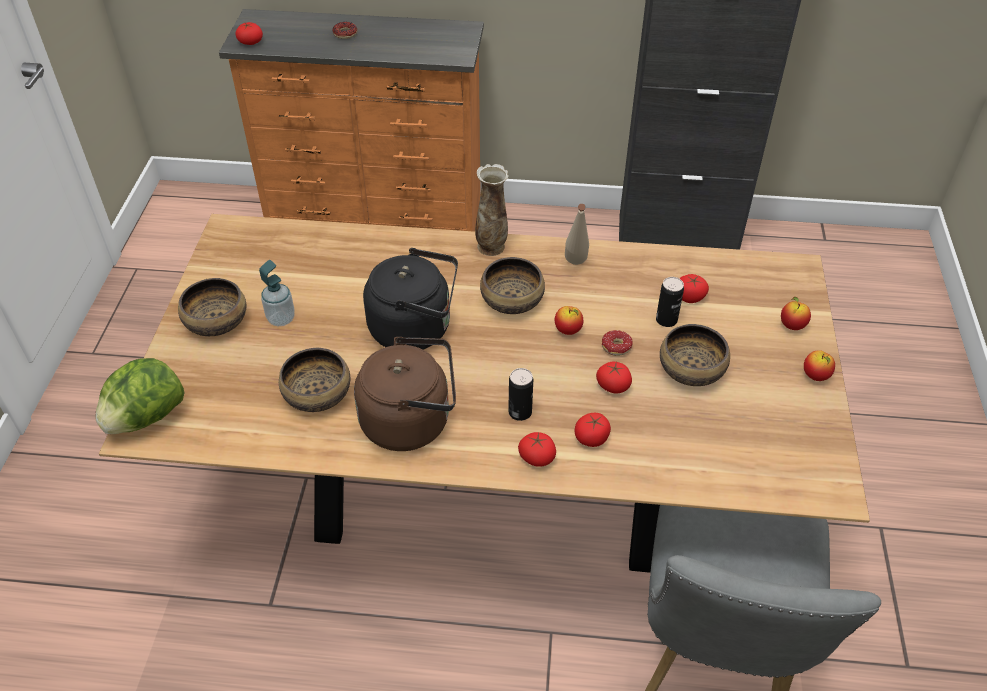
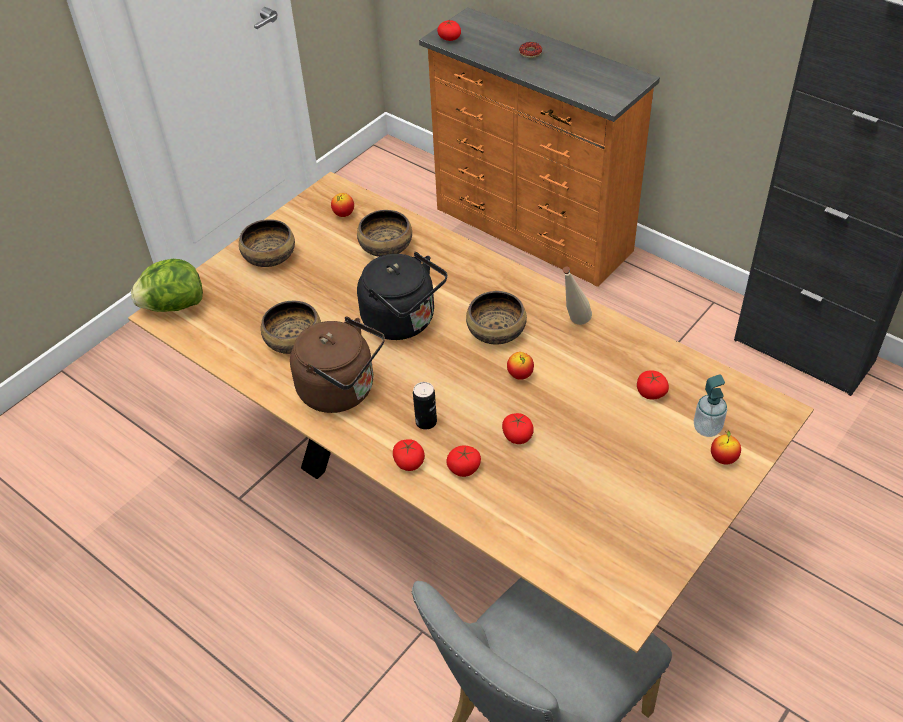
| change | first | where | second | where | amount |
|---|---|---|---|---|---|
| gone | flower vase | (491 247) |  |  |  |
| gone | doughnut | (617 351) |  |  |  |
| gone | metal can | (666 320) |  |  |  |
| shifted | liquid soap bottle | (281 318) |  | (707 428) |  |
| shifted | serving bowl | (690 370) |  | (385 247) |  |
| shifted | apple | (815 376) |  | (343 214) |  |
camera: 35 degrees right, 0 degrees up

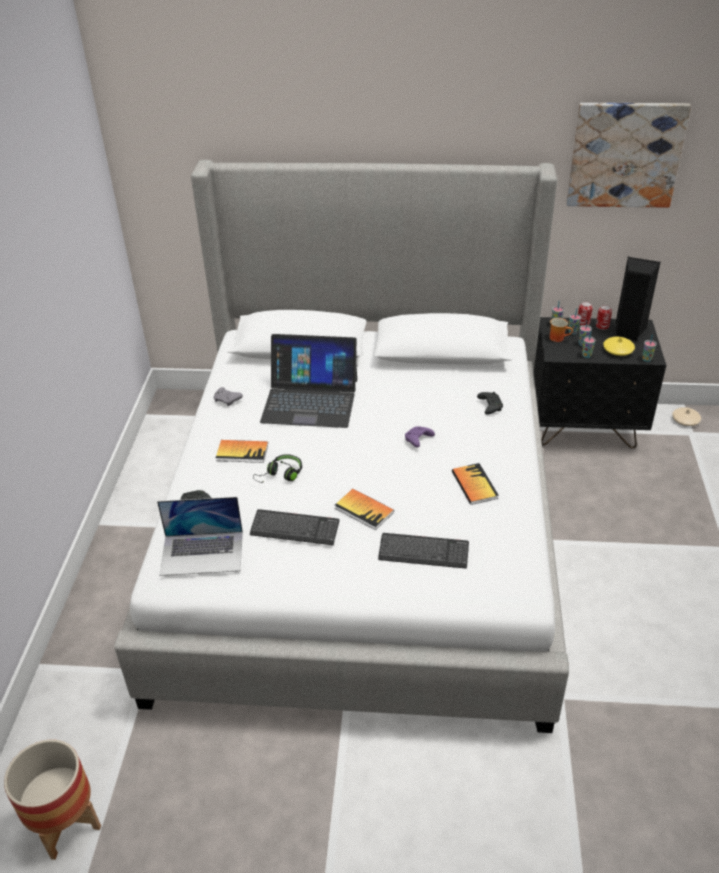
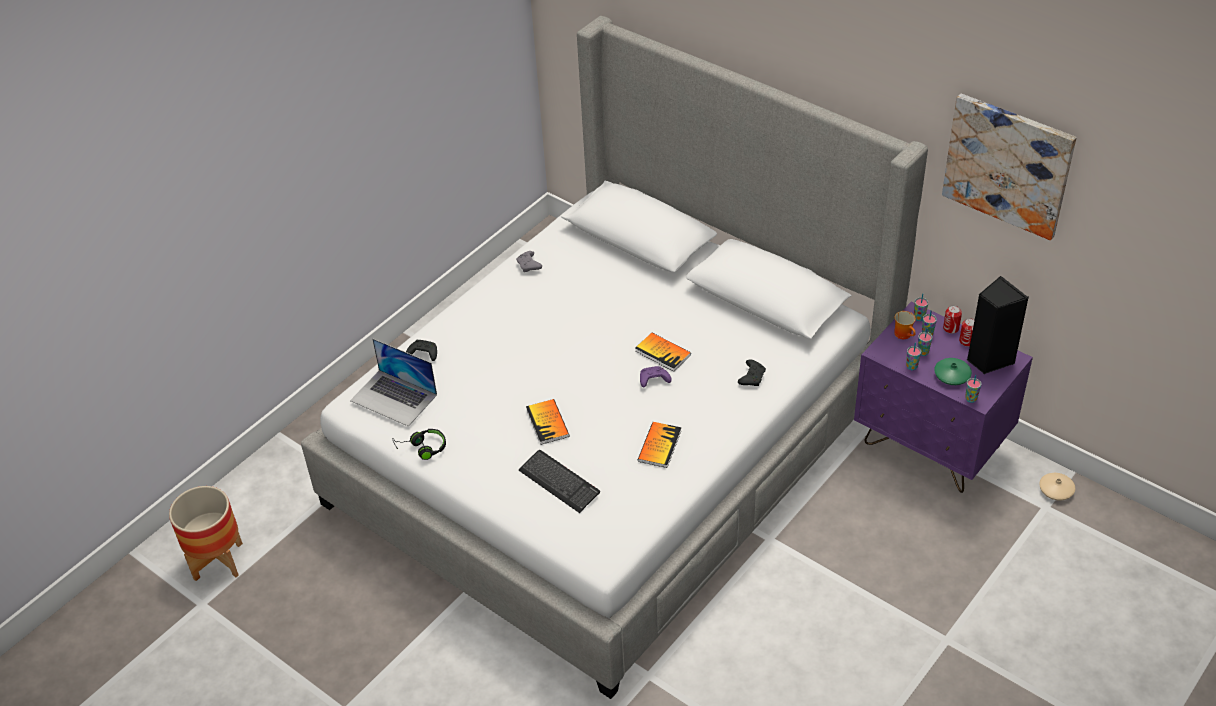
| change | first | where | second | where | amount |
|---|---|---|---|---|---|
| gone | computer keyboard | (295 529) |  |  |  |
| gone | laptop | (310 400) |  |  |  |
| shifted | book | (242 452) |  | (662 353) |  |
| shifted | blackish headphones | (281 475) |  | (422 448) |  |
| repainted | blackish bedside table | (584 428) | purple-coloured bedside table | (932 446) |  |
| repainted | yellowish flower vase | (618 350) | green-coloured flower vase | (952 375) |  |
camera: 35 degrees right, 5 degrees up

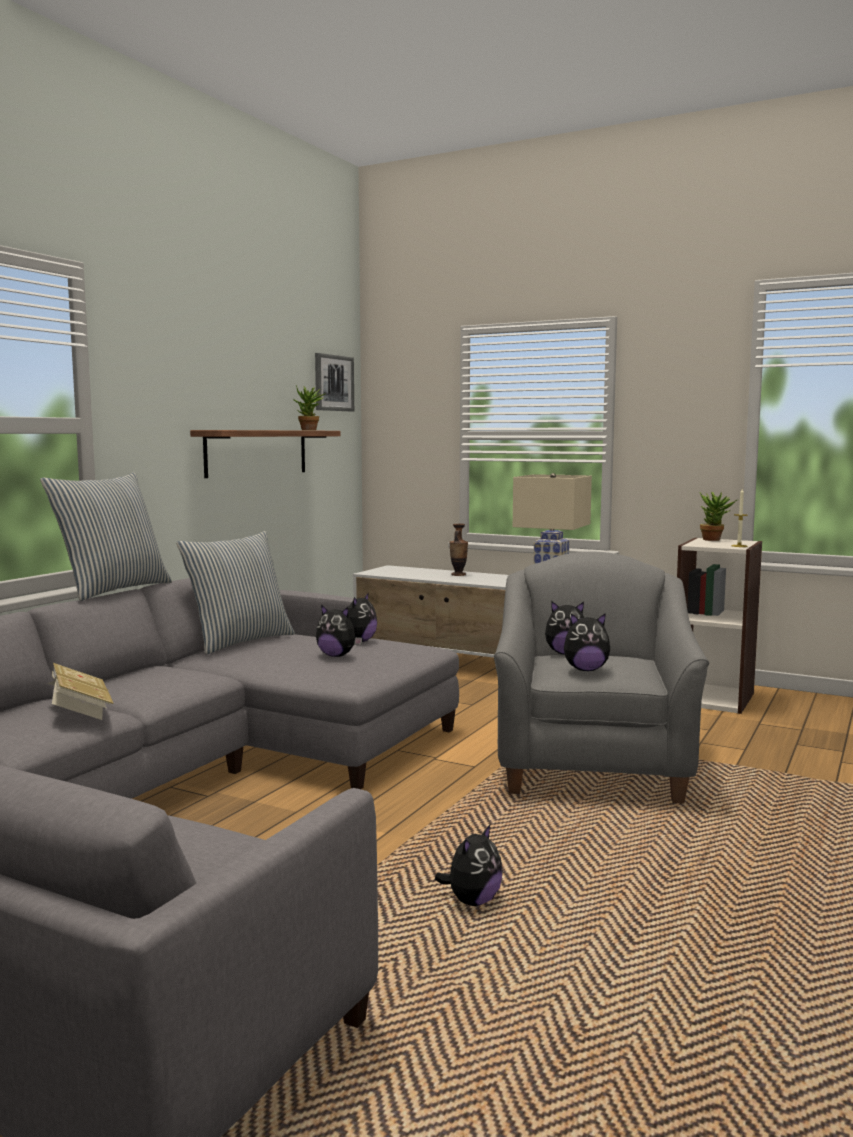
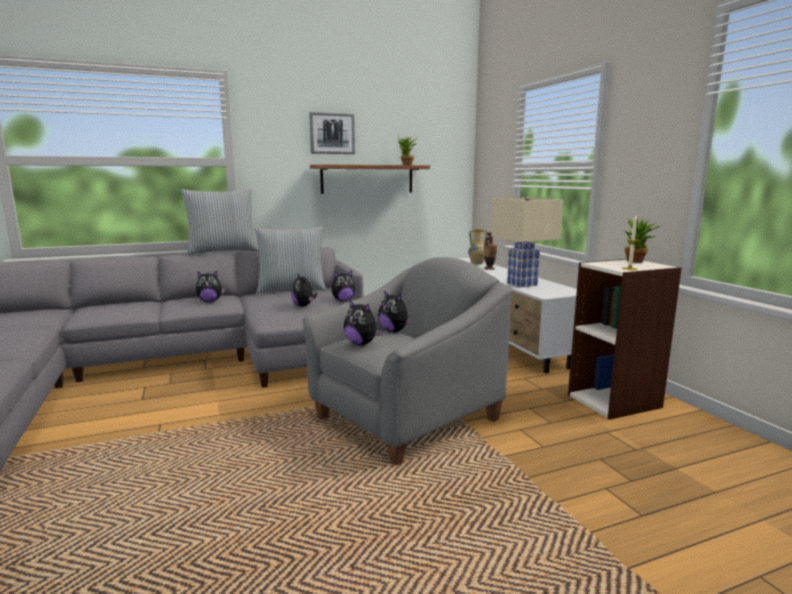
| change | first | where | second | where | amount |
|---|---|---|---|---|---|
| gone | book | (80 711) |  |  |  |
| new |  |  | flower vase | (477 264) |  |
| shifted | picture | (333 383) |  | (332 133) |  |
| shifted | soft toy | (472 901) |  | (210 301) |  |
camera: 40 degrees right, 5 degrees up

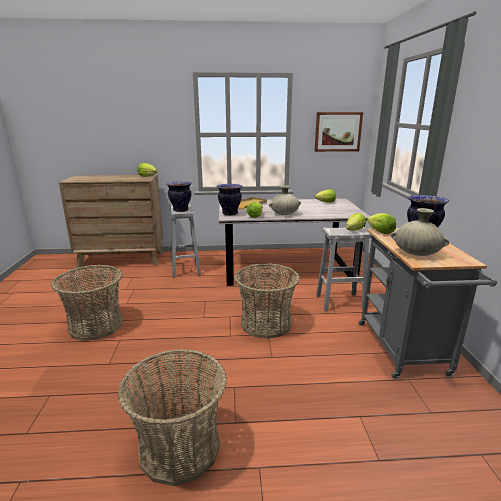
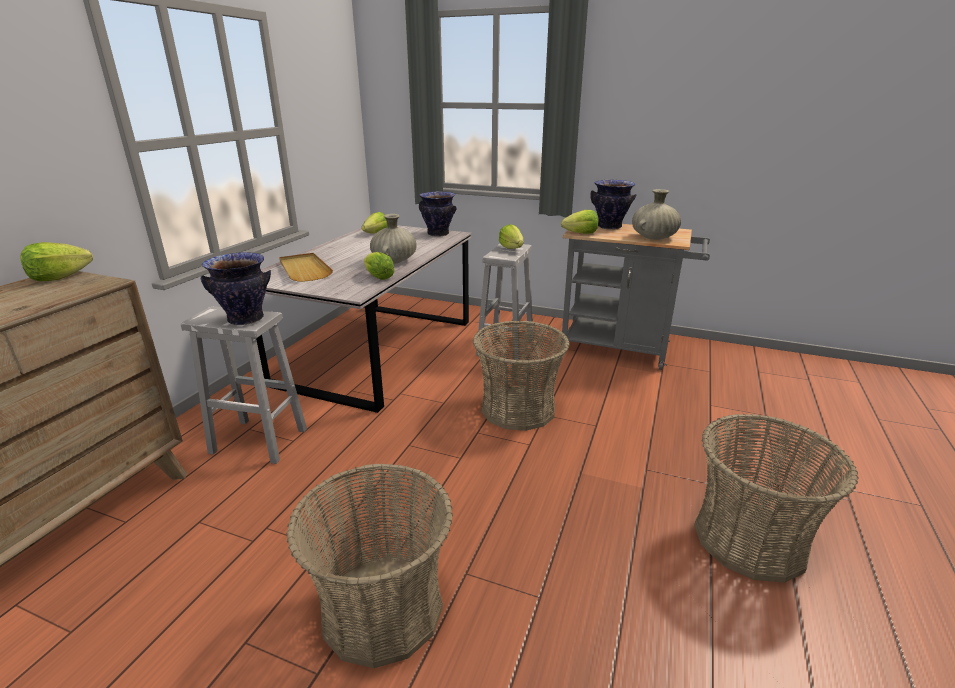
| change | first | where | second | where | amount |
|---|---|---|---|---|---|
| gone | picture | (338 132) |  |  |  |
| shifted | flower vase | (229 213) |  | (438 234) |  |
camera: 65 degrees left, 5 degrees up

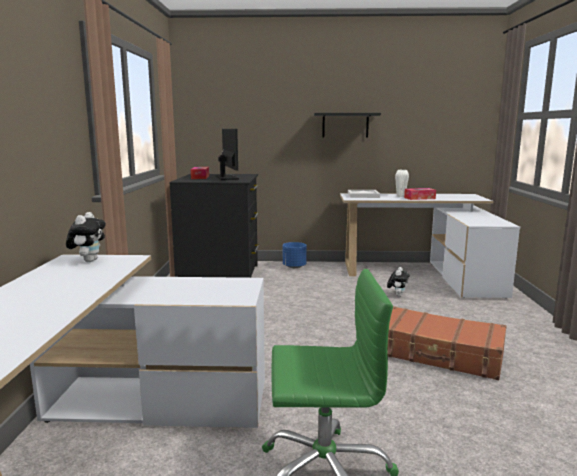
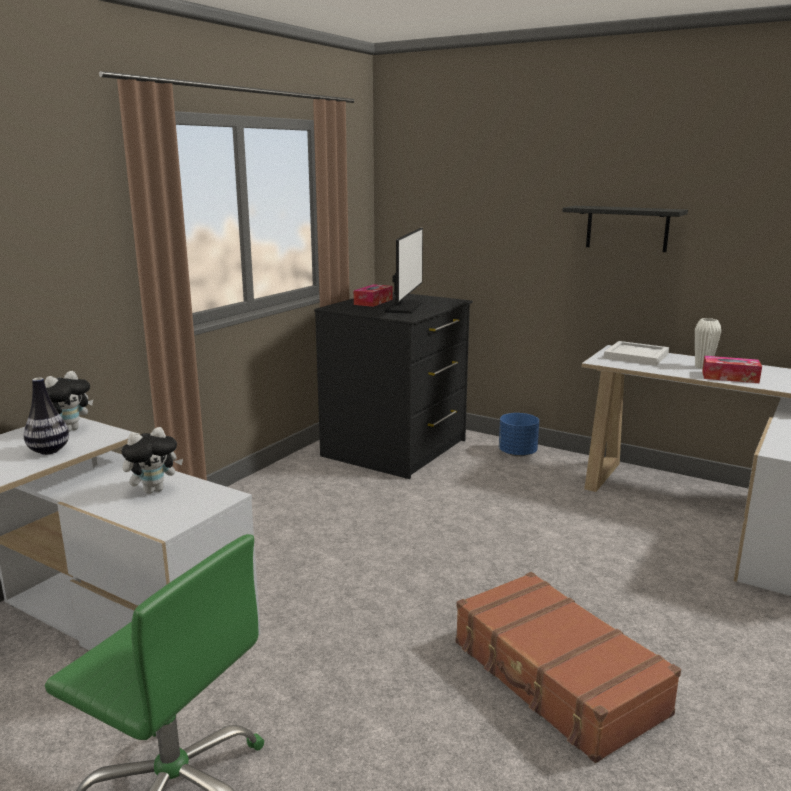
| change | first | where | second | where | amount |
|---|---|---|---|---|---|
| new |  |  | flower vase | (49 451) |  |
| shifted | soft toy | (397 295) |  | (154 490) |  |
camera: 30 degrees right, 5 degrees up

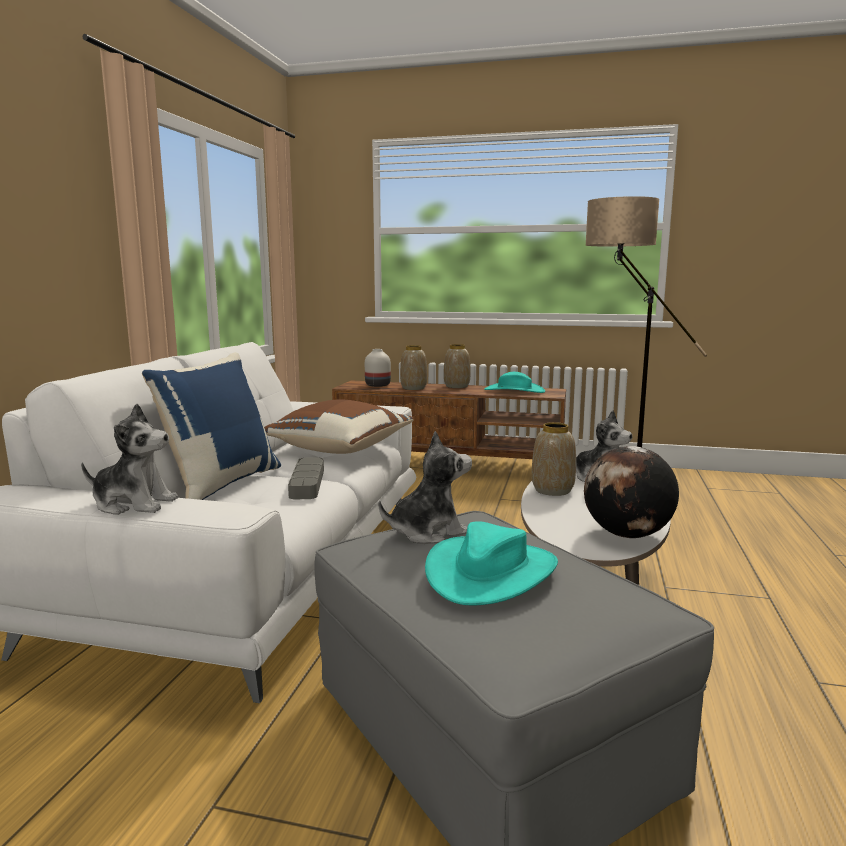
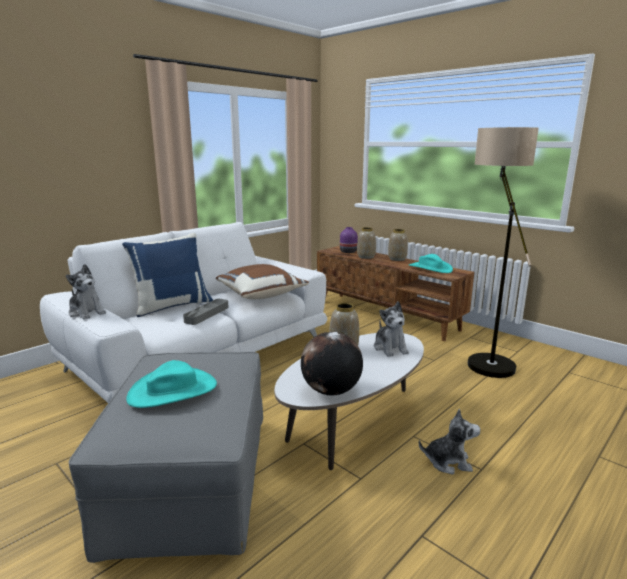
| change | first | where | second | where | amount |
|---|---|---|---|---|---|
| shifted | soft toy | (428 532) |  | (448 462) |  |
| repainted | white flower vase | (377 385) | purple-coloured flower vase | (347 251) |  |
camera: 30 degrees right, 5 degrees up

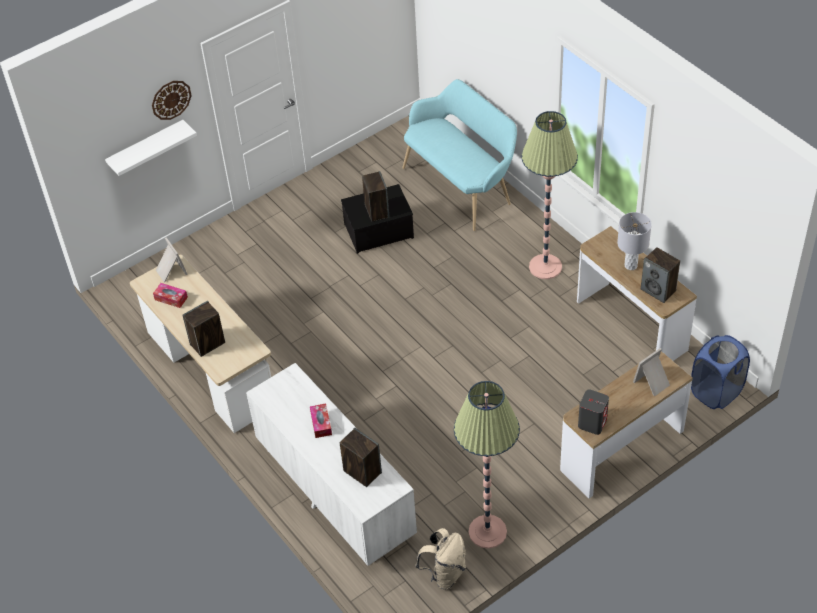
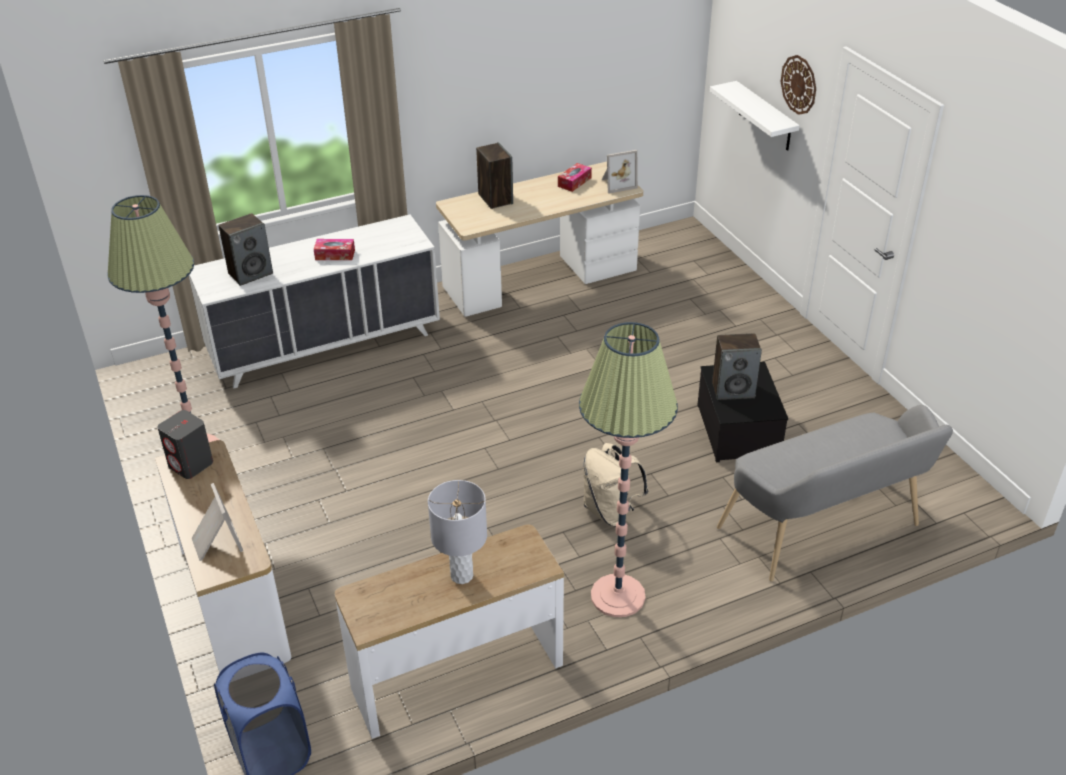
| change | first | where | second | where | amount |
|---|---|---|---|---|---|
| gone | loudspeaker | (658 290) |  |  |  |
| shifted | sand-coloured rucksack | (444 573) |  | (610 511) |  |
| repainted | blue-green long seat | (461 185) | grey long seat | (825 531) |  |
camera: 100 degrees right, 10 degrees down

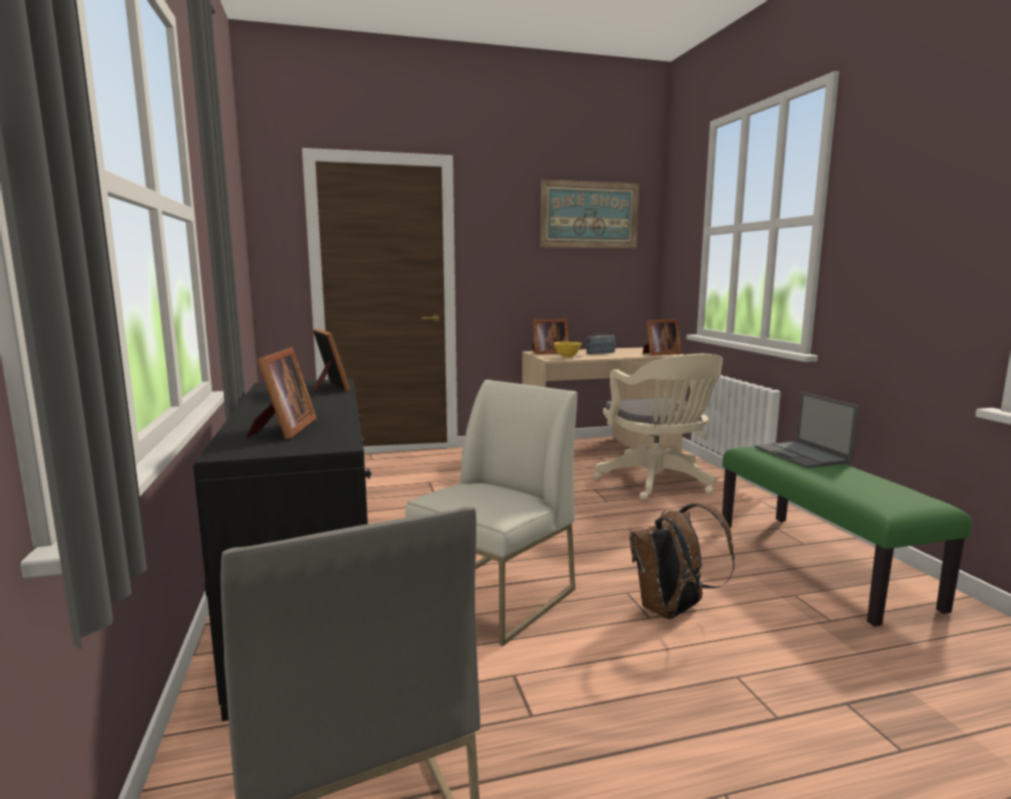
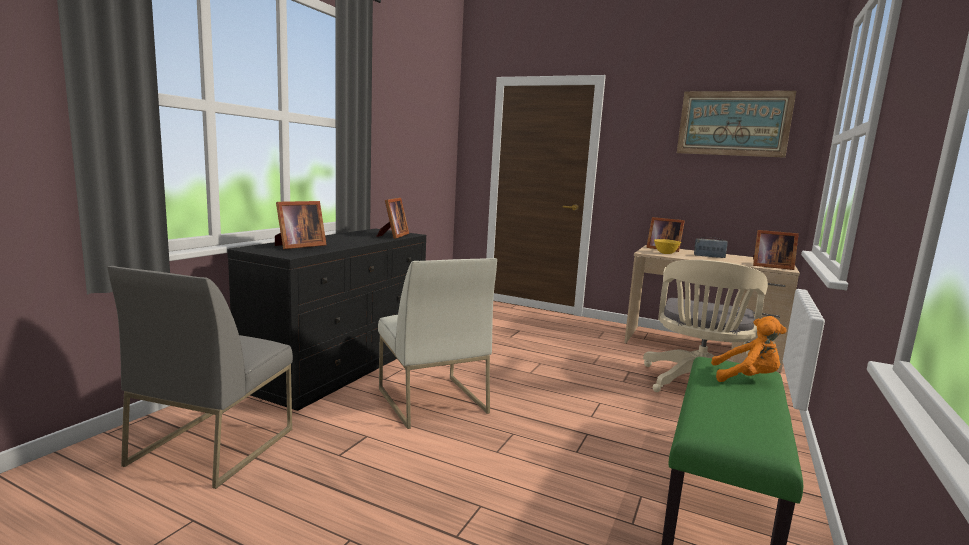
| change | first | where | second | where | amount |
|---|---|---|---|---|---|
| gone | brownish rucksack | (672 611) |  |  |  |
| swapped | laptop | (802 455) | orange soft toy | (747 378) |  |
| rotated | white chair | (495 597) |  | (430 400) | 75 degrees clockwise |
camera: 40 degrees right, 0 degrees up

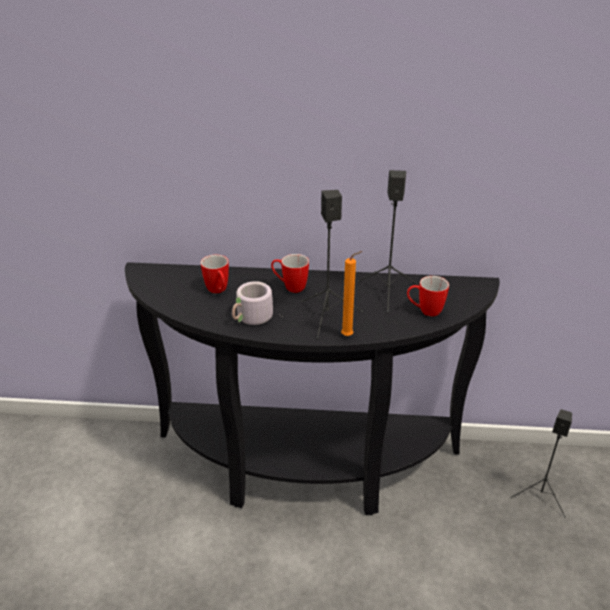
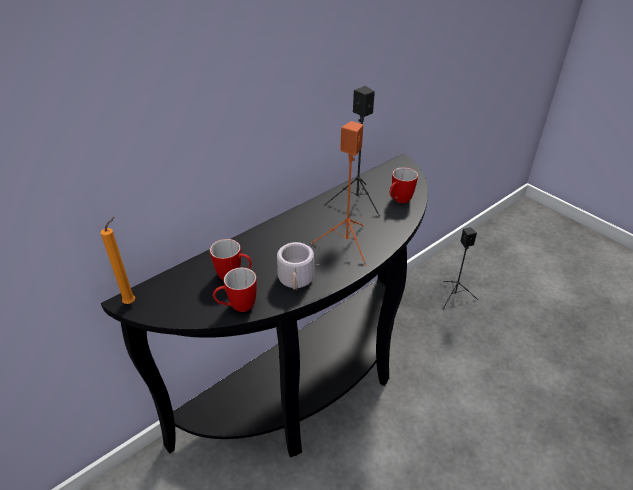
| change | first | where | second | where | amount |
|---|---|---|---|---|---|
| shifted | coffee mug | (290 287) |  | (237 307) |  |
| shifted | orange candle | (349 336) |  | (131 302) |  |
| repainted | blackish loudspeaker | (327 317) | orange loudspeaker | (347 244) |  |
camera: 45 degrees left, 5 degrees up

